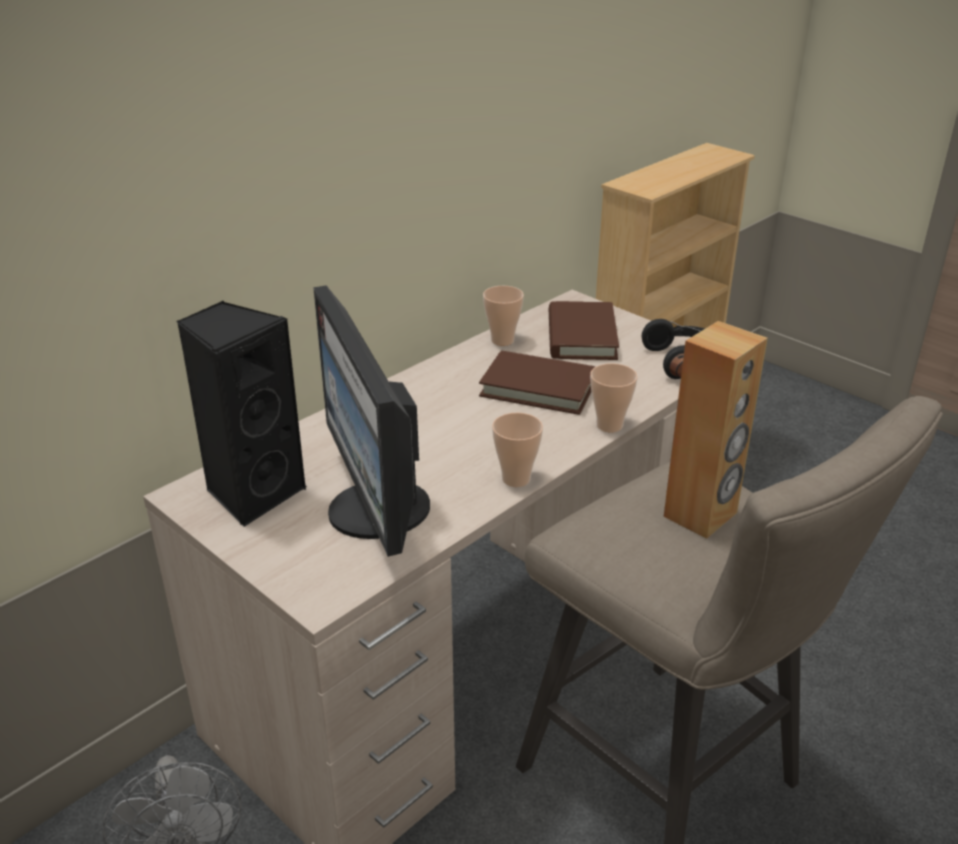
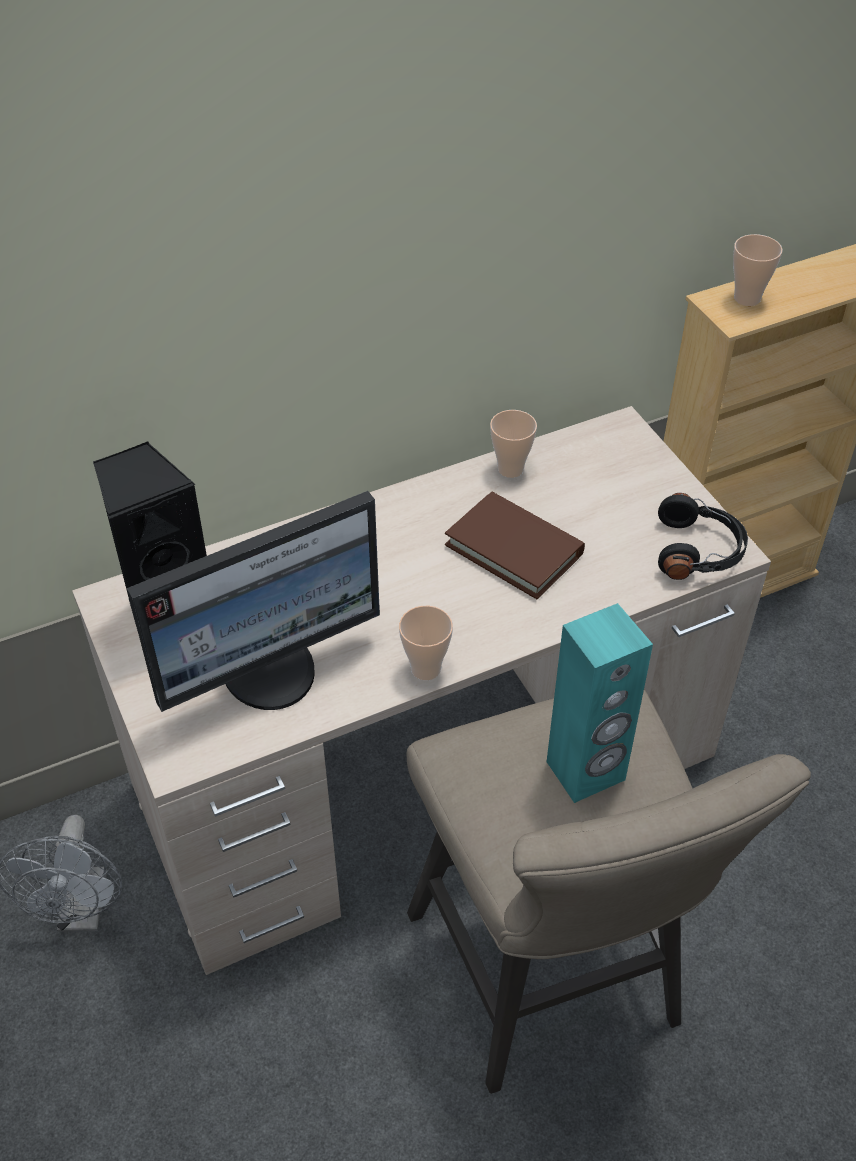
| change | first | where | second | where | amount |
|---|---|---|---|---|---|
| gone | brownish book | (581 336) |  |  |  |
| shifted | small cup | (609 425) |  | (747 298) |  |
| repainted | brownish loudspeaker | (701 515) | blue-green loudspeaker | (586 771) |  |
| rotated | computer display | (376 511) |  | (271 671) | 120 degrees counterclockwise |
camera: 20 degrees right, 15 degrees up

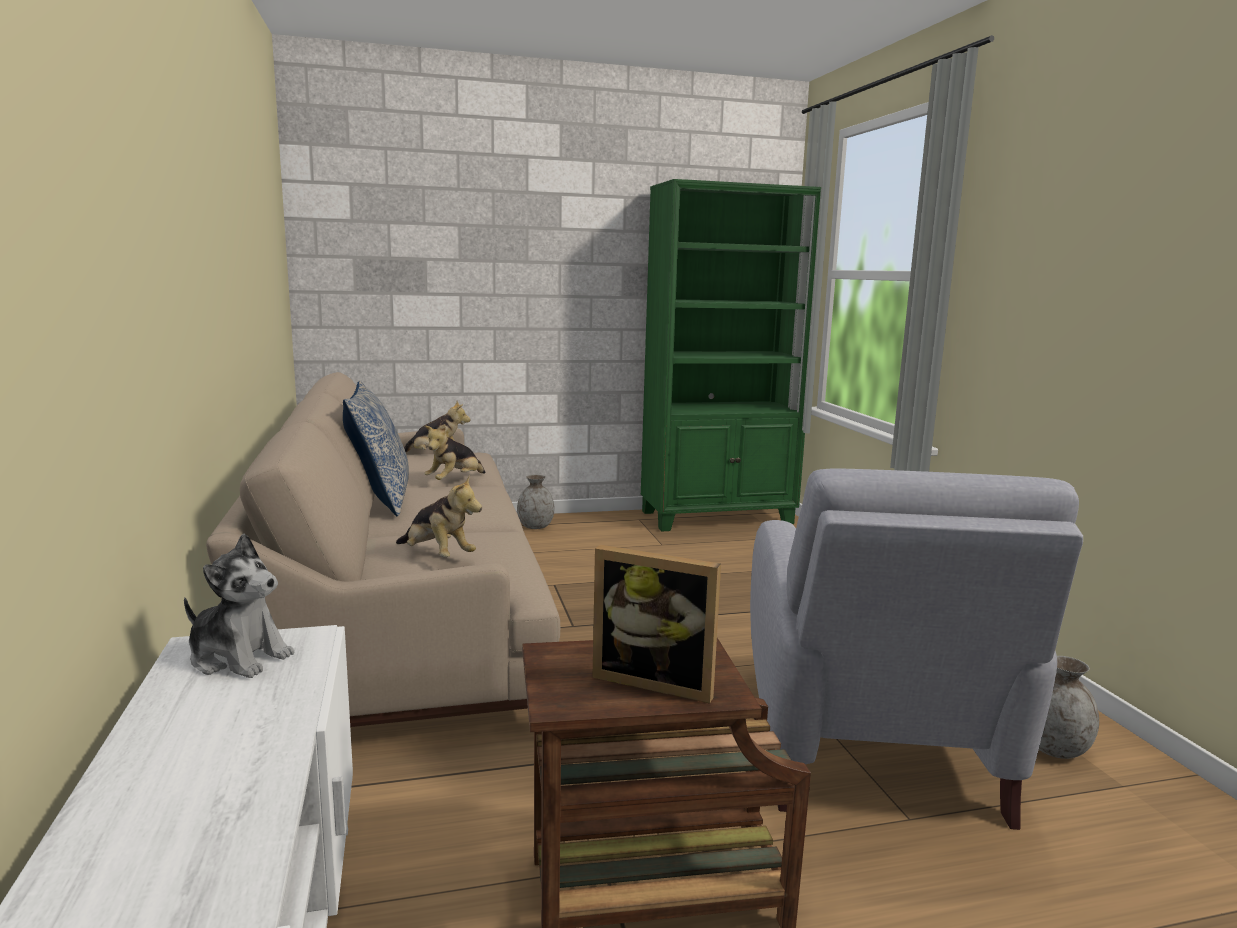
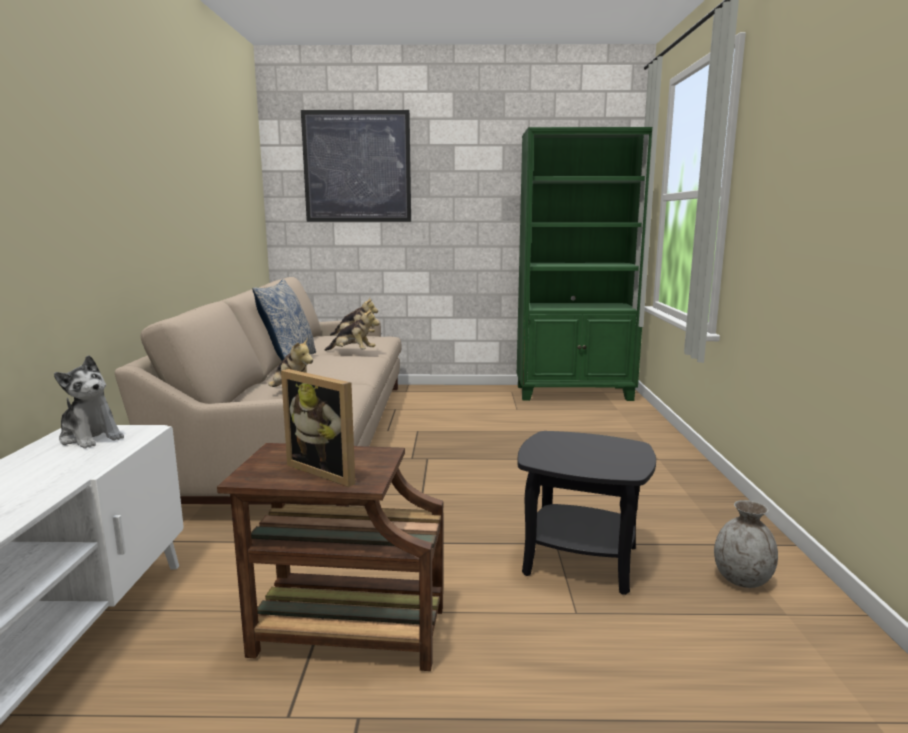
| change | first | where | second | where | amount |
|---|---|---|---|---|---|
| gone | grey flower vase | (535 526) |  |  |  |
| new |  |  | picture | (357 167) |  |
| swapped | grey lounge chair | (869 748) | blackish side table | (580 560) |  |
| rotated | soft toy | (454 481) |  | (352 352) | 120 degrees counterclockwise |
camera: 15 degrees right, 0 degrees up

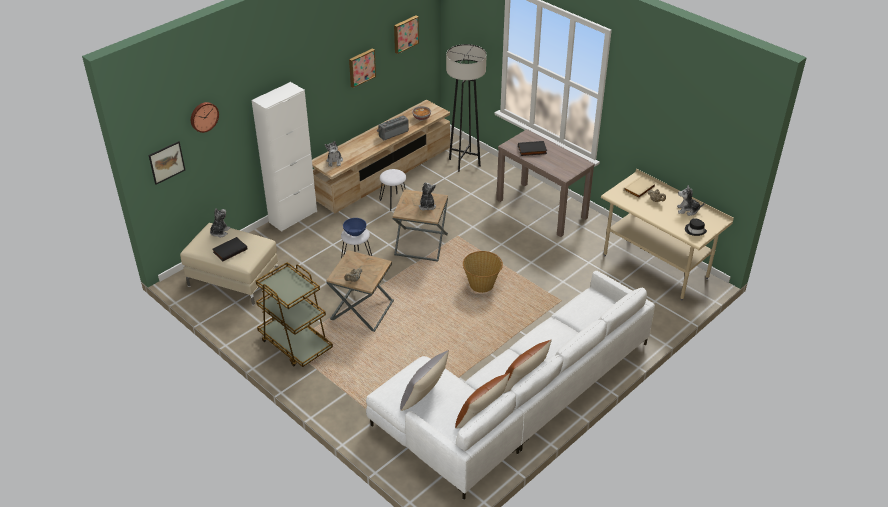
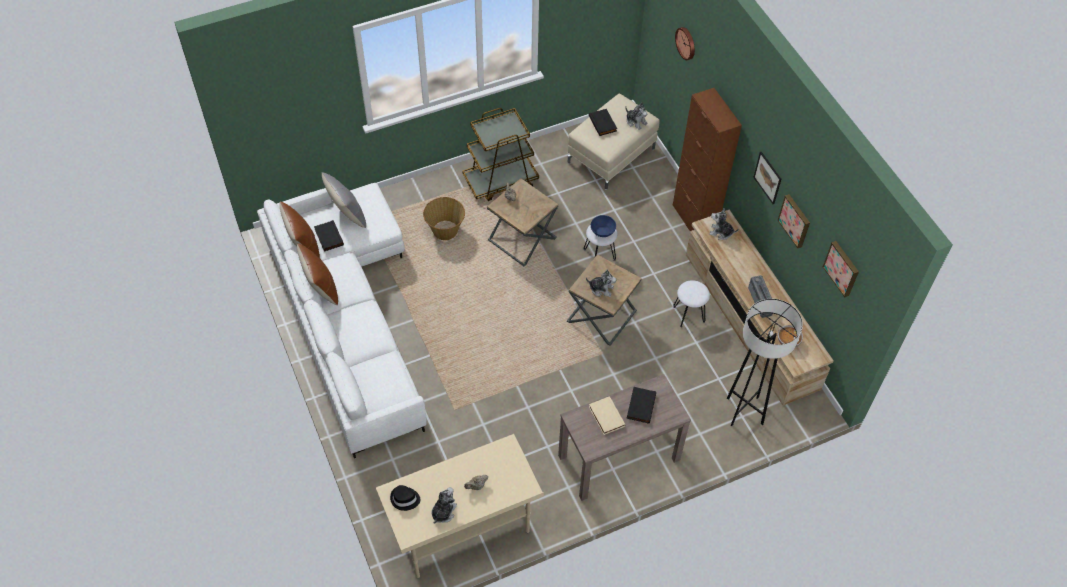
| change | first | where | second | where | amount |
|---|---|---|---|---|---|
| new |  |  | blackish book | (328 237) |  |
| shifted | picture | (166 162) |  | (768 177) |  |
| shifted | basket | (482 284) |  | (445 231) |  |
| shifted | sand-coloured book | (639 189) |  | (605 416) |  |
| repainted | white cupboard | (293 217) | brownish cupboard | (694 219) |  |
camera: 110 degrees right, 15 degrees up

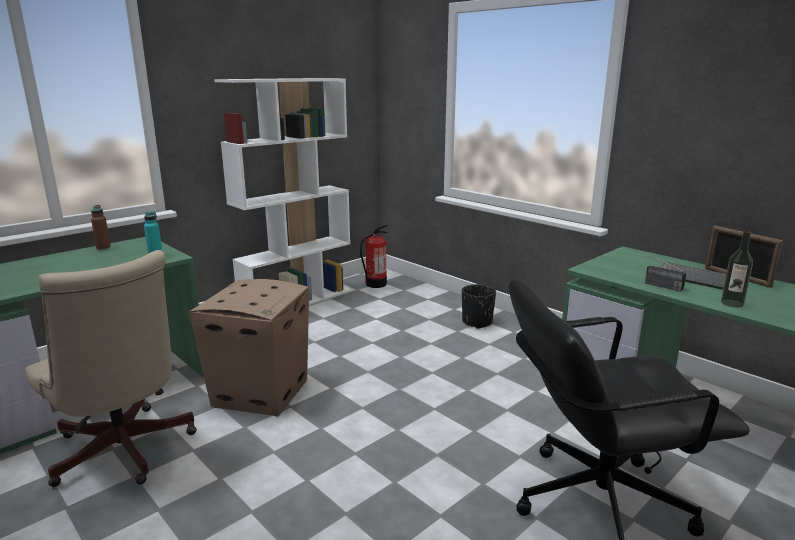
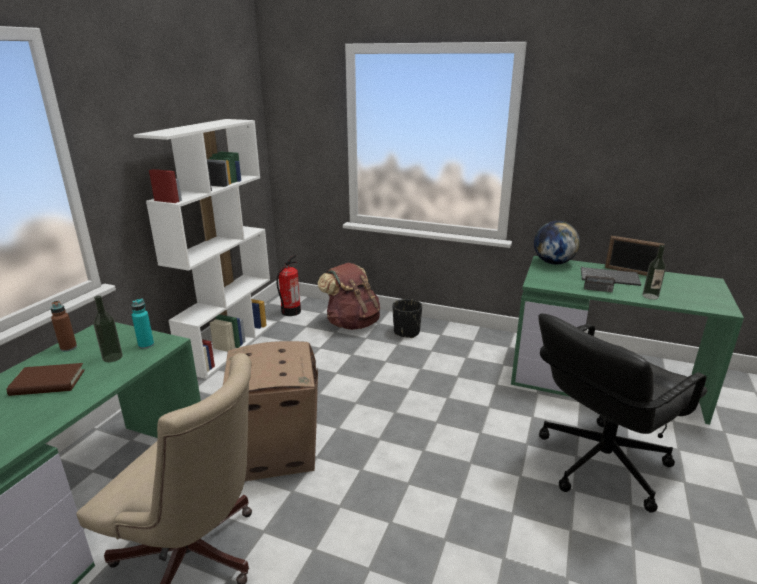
| change | first | where | second | where | amount |
|---|---|---|---|---|---|
| new |  |  | brownish book | (48 383) |  |
| new |  |  | drink bottle | (112 357) |  |
| new |  |  | brownish rucksack | (352 323) |  |
| new |  |  | globe | (553 262) |  |
camera: 25 degrees left, 5 degrees up

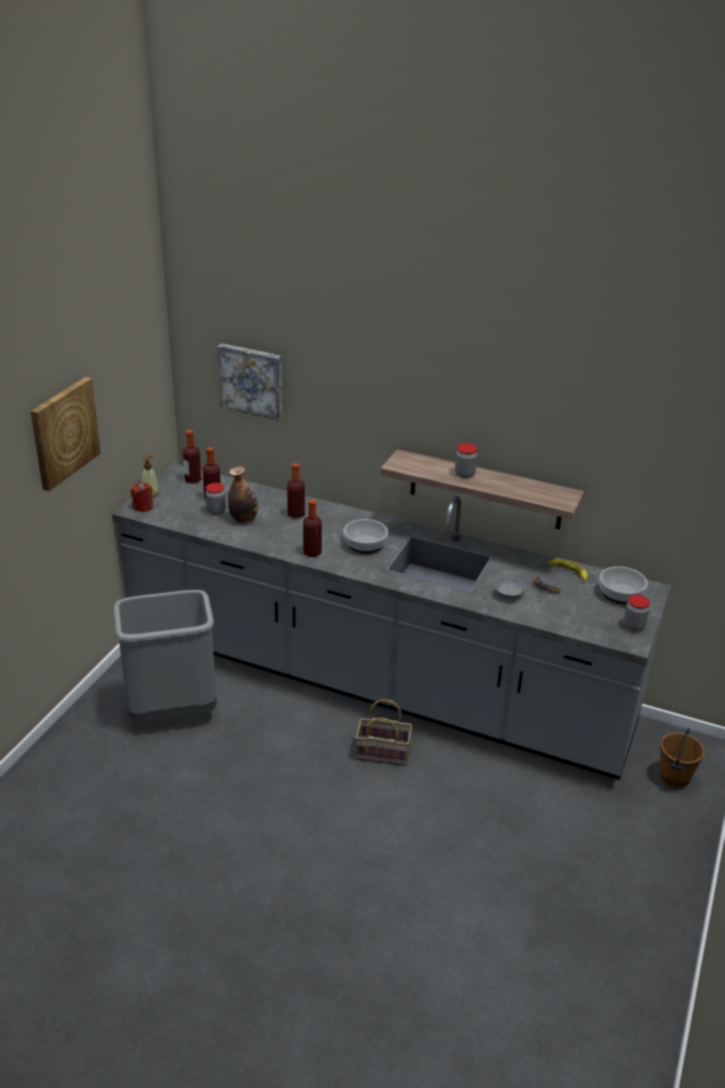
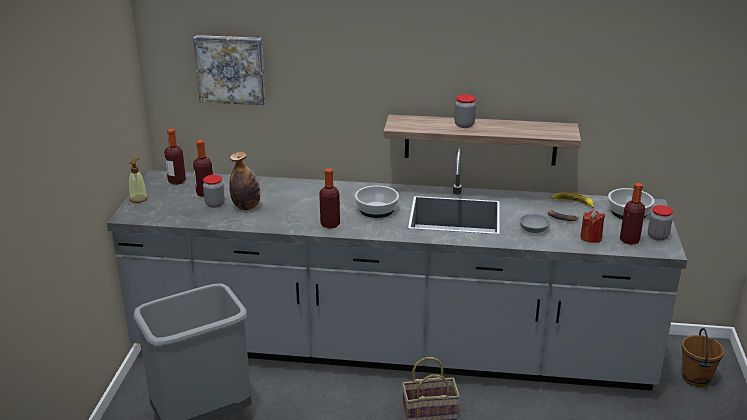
| change | first | where | second | where | amount |
|---|---|---|---|---|---|
| gone | picture | (64 432) |  |  |  |
| shifted | red-coloured candle | (143 507) |  | (591 238) |  |
| shifted | drink bottle | (296 514) |  | (629 240) |  |
camera: 15 degrees left, 5 degrees down

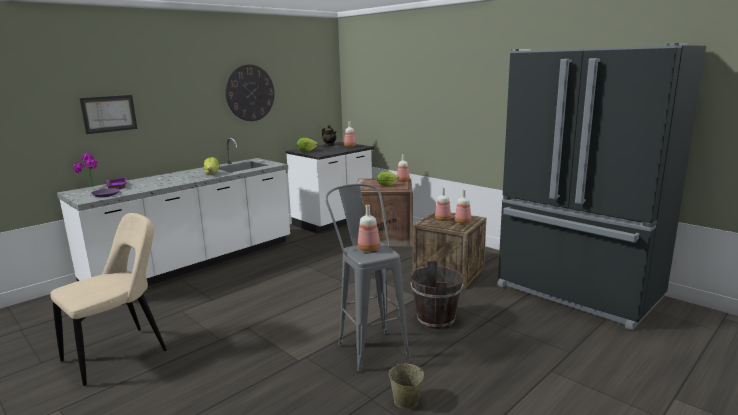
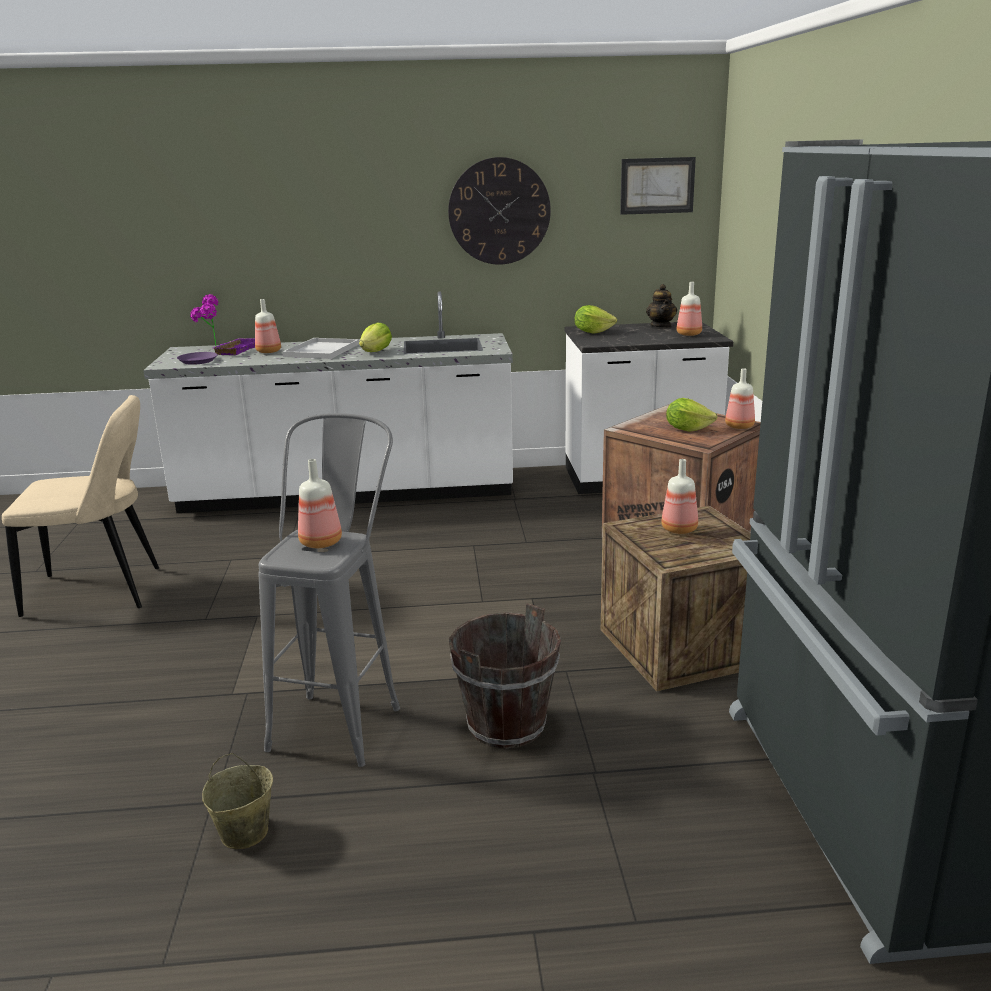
| change | first | where | second | where | amount |
|---|---|---|---|---|---|
| new |  |  | white tray | (322 350) |  |
| shifted | picture | (109 114) |  | (657 185) |  |
| shifted | drink bottle | (462 222) |  | (269 351) |  |
camera: 40 degrees right, 5 degrees up

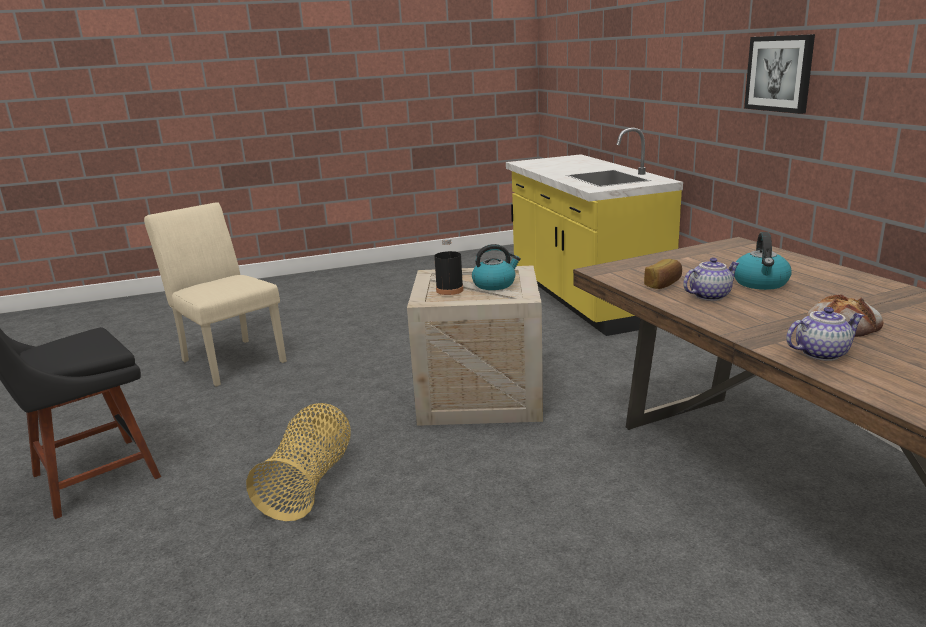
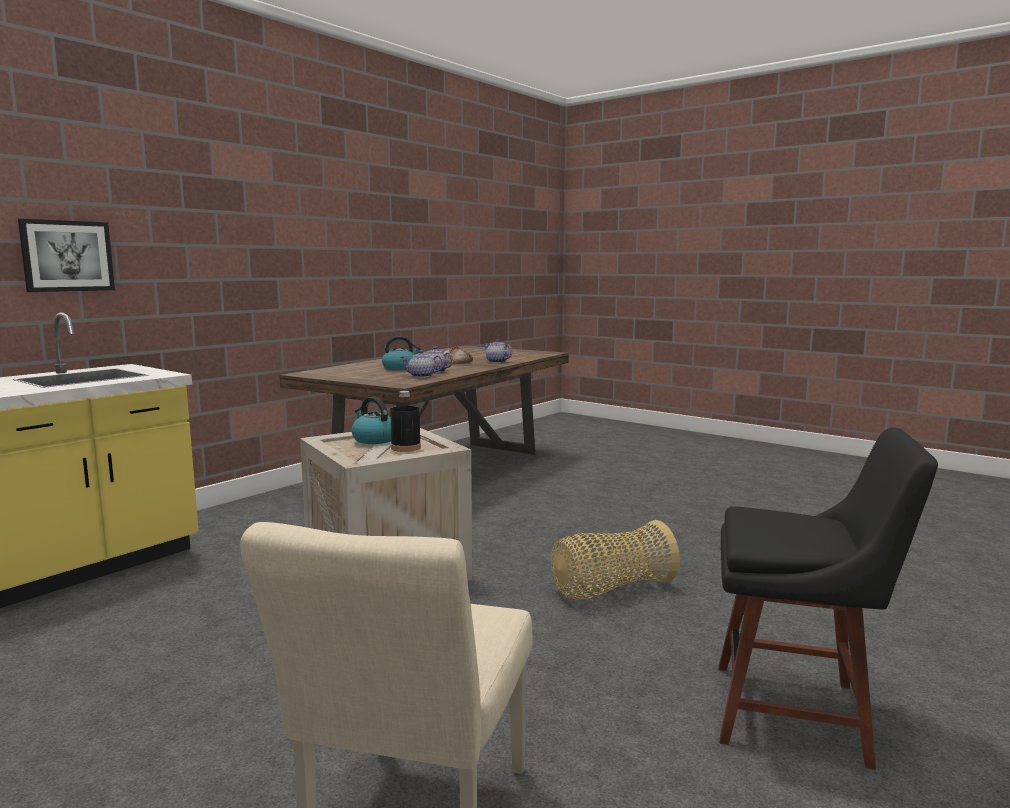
| change | first | where | second | where | amount |
|---|---|---|---|---|---|
| shifted | picture | (779 73) |  | (67 256) |  |
| swapped | bread | (664 284) | teapot | (421 376) |  |
camera: 125 degrees left, 10 degrees down

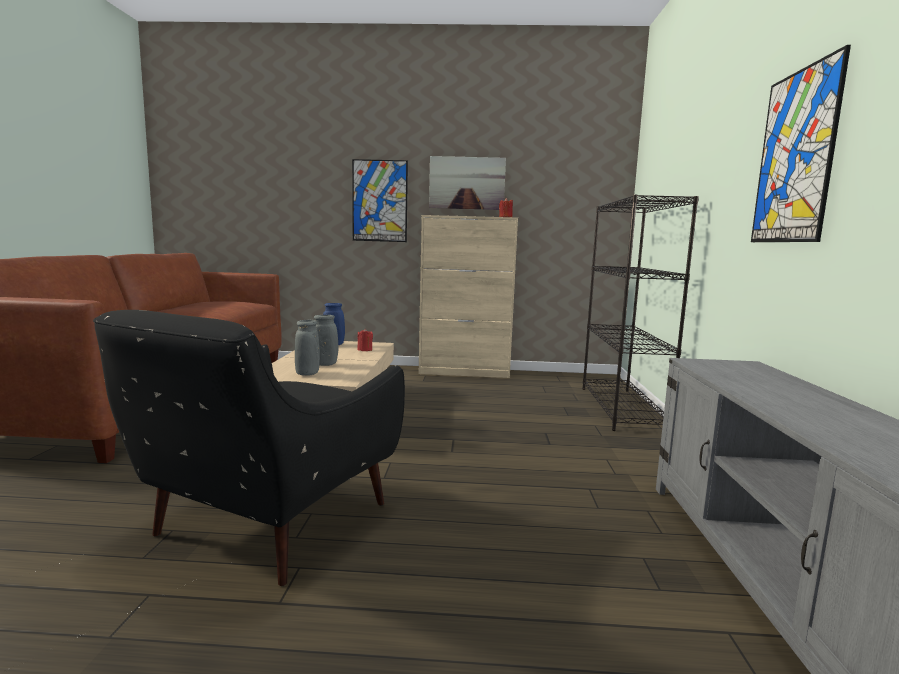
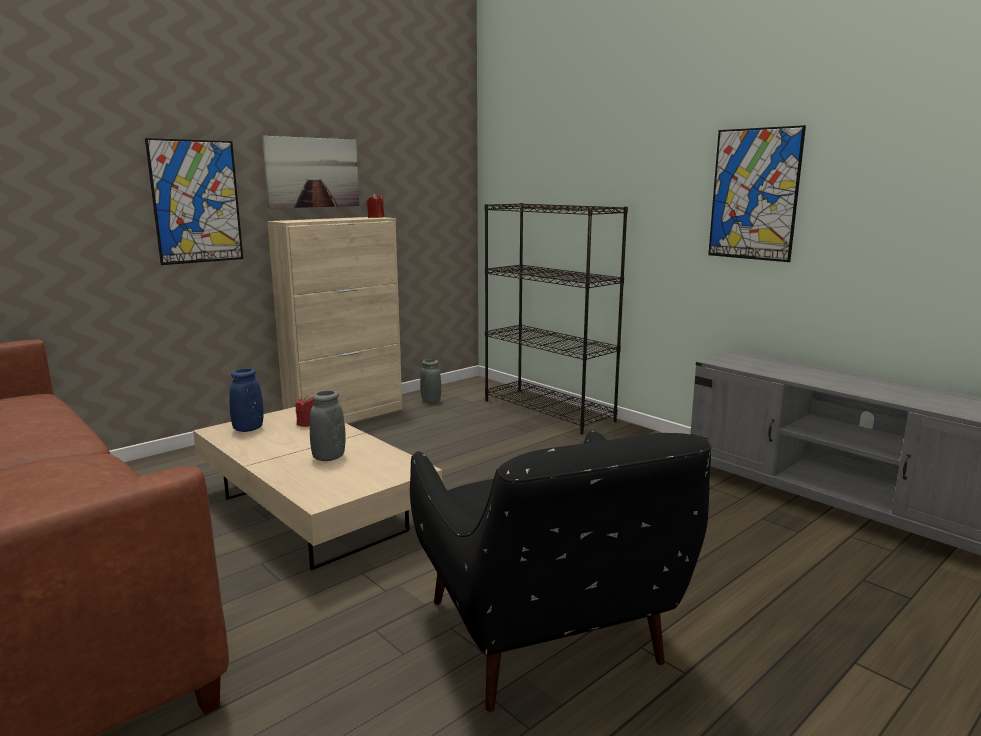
| change | first | where | second | where | amount |
|---|---|---|---|---|---|
| shifted | grey flower vase | (307 374) |  | (431 401) |  |
camera: 45 degrees left, 5 degrees up

